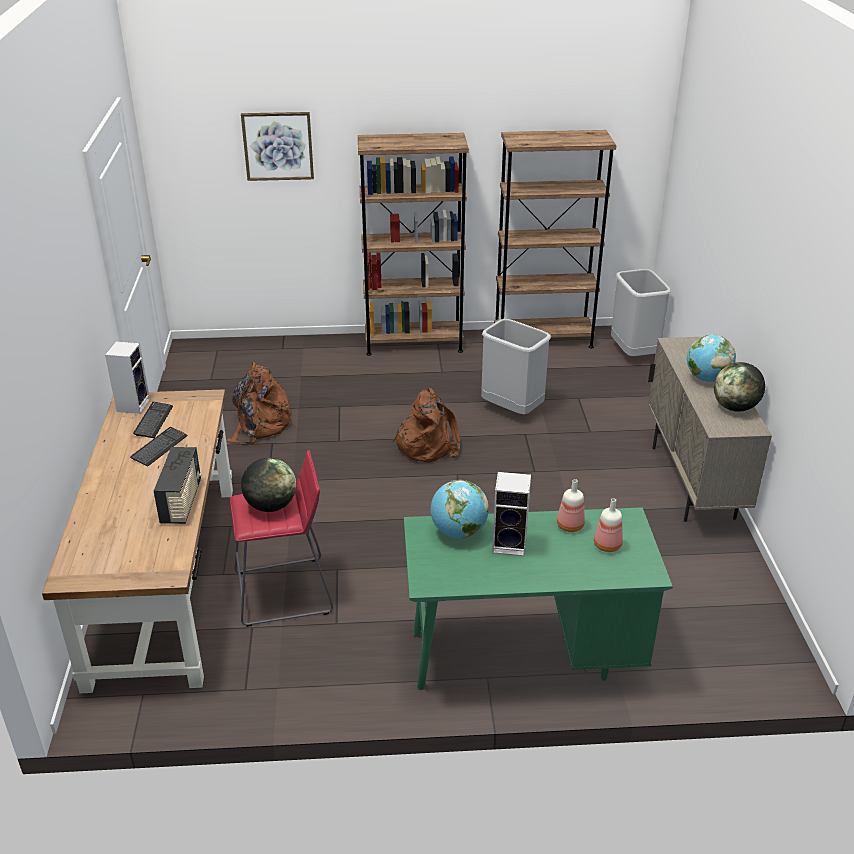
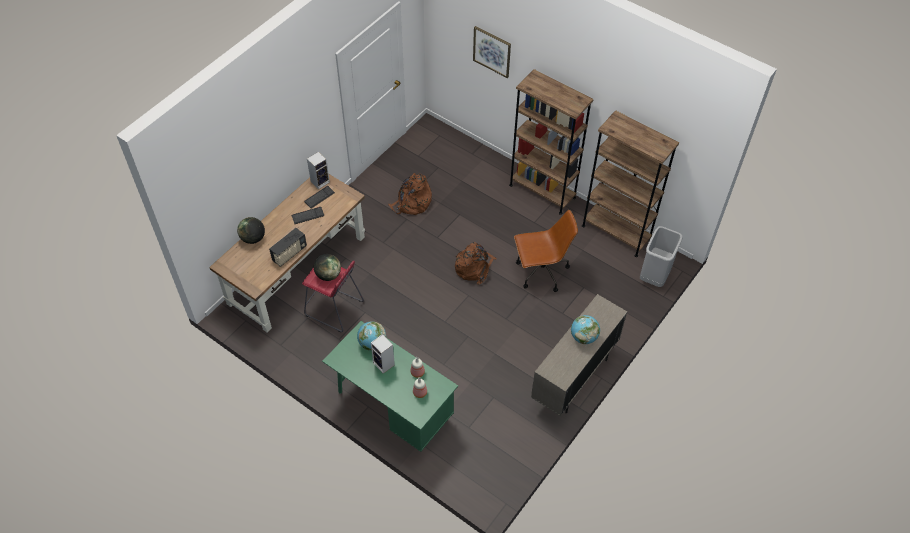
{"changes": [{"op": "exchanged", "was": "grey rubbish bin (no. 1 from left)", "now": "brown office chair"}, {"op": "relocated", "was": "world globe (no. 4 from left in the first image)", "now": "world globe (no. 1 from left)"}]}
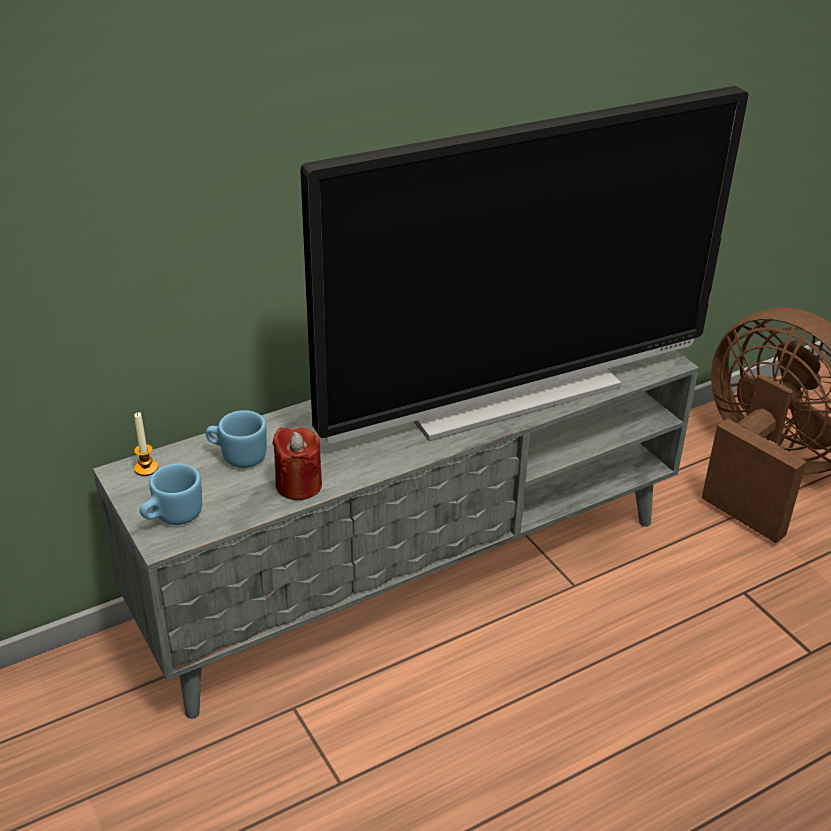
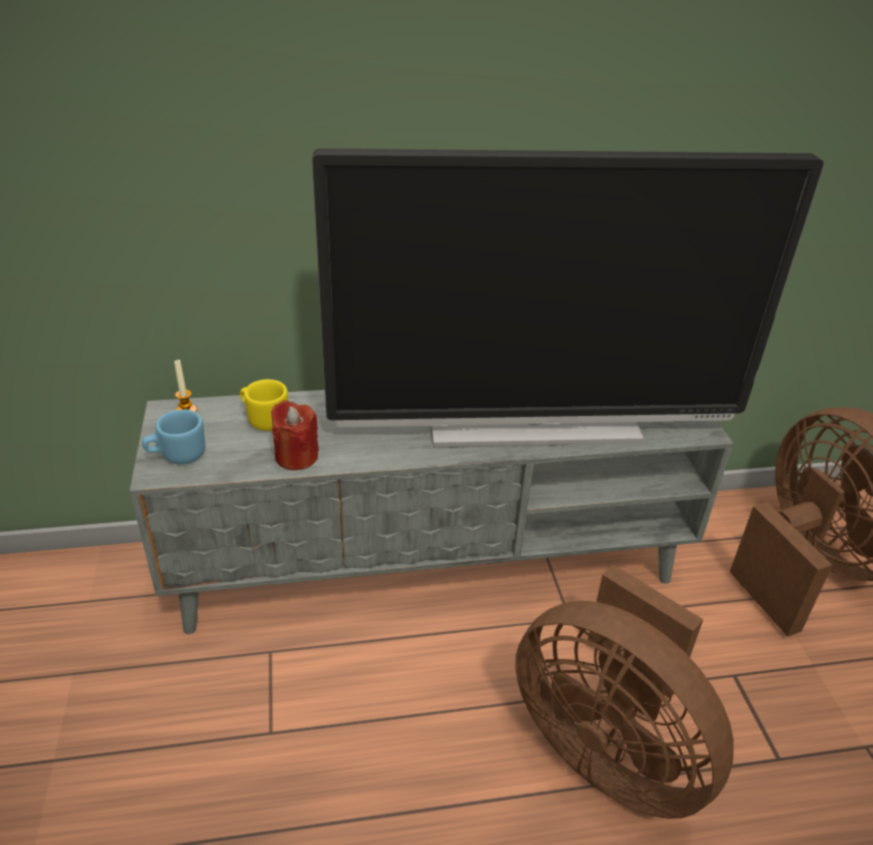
{"changes": [{"op": "colour", "was": "bluish tea mug (no. 2 from left)", "now": "yellowish tea mug"}, {"op": "appeared", "now": "brown fan (no. 1 from left)"}]}
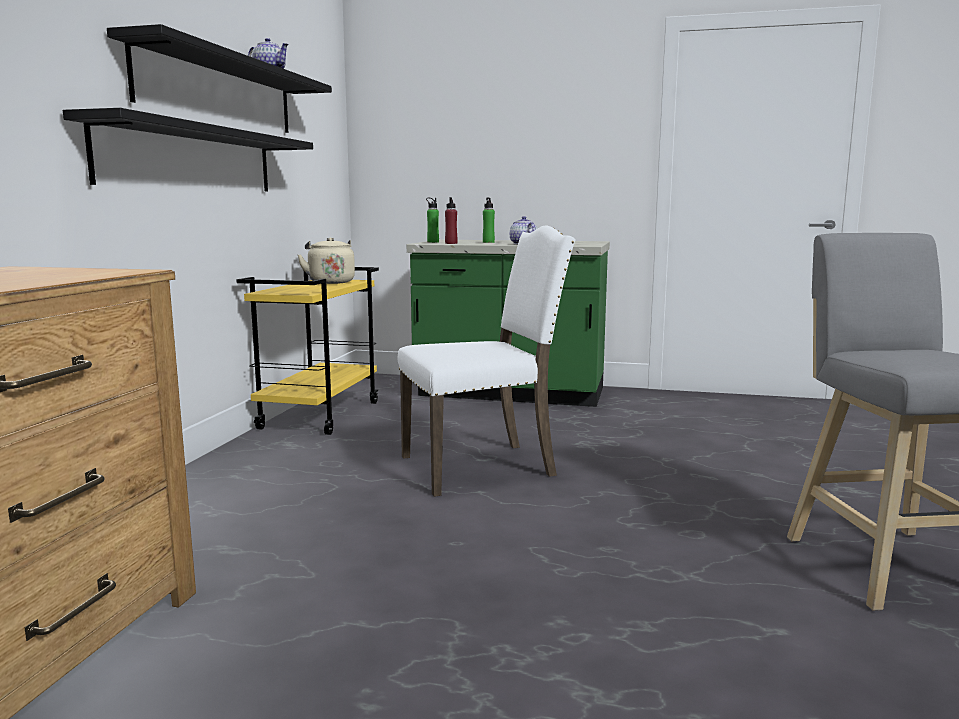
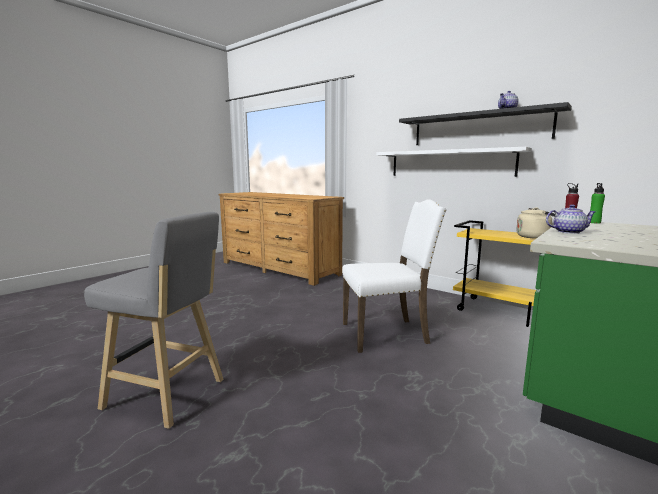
{"changes": [{"op": "colour", "was": "black-coloured bracket shelf (no. 1 from left)", "now": "white bracket shelf"}, {"op": "spun", "was": "white upright chair", "clockwise": -105}, {"op": "missing", "was": "green beverage bottle (no. 2 from left)"}]}
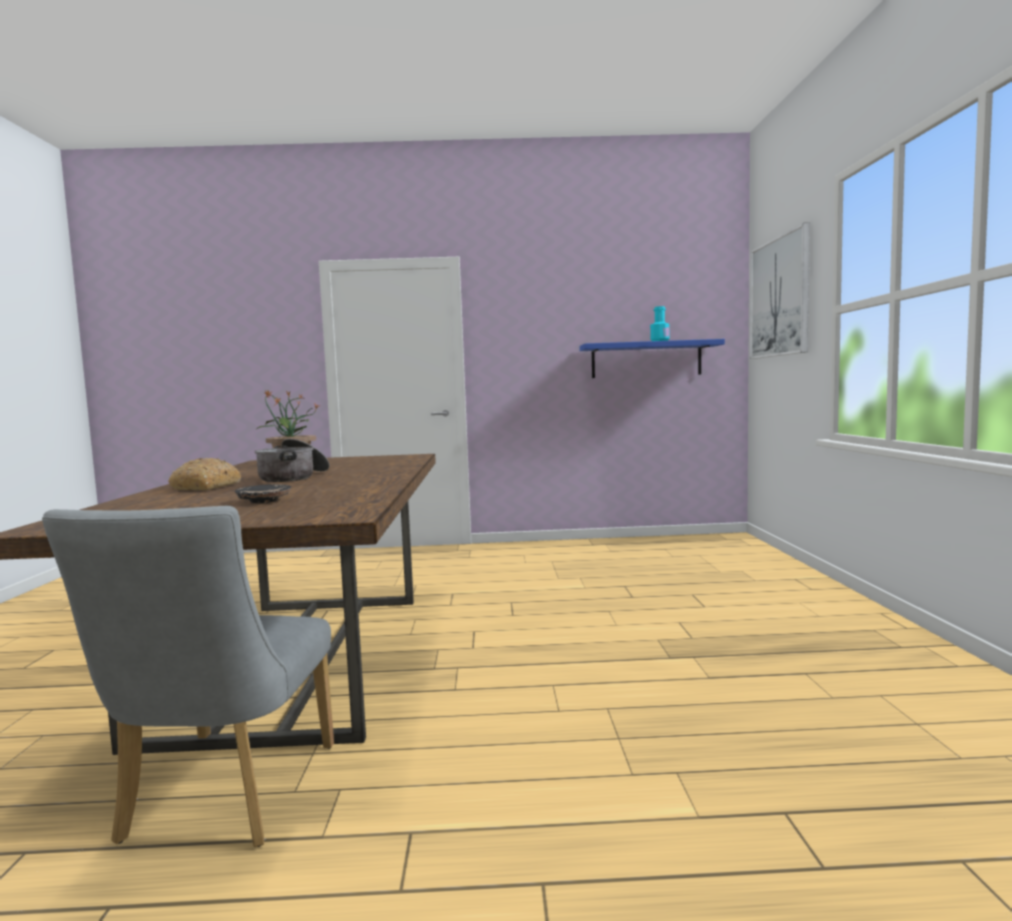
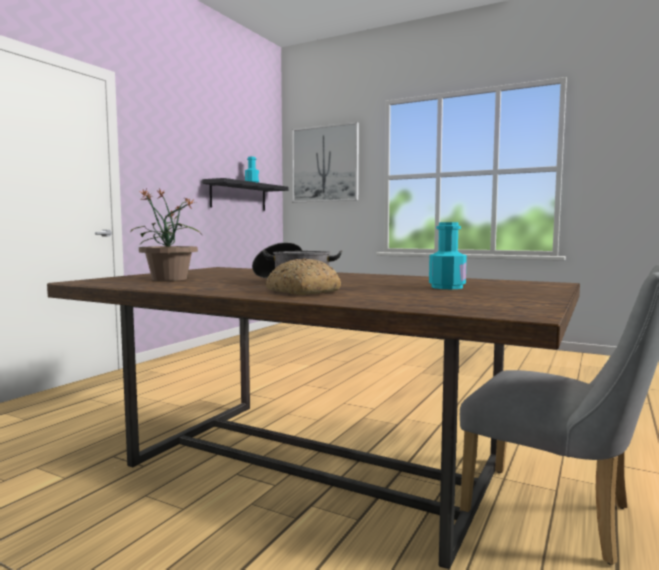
{"changes": [{"op": "exchanged", "was": "black-coloured plate", "now": "turquoise-coloured beverage bottle (no. 2 from left)"}, {"op": "colour", "was": "bluish bracket shelf", "now": "black-coloured bracket shelf"}]}
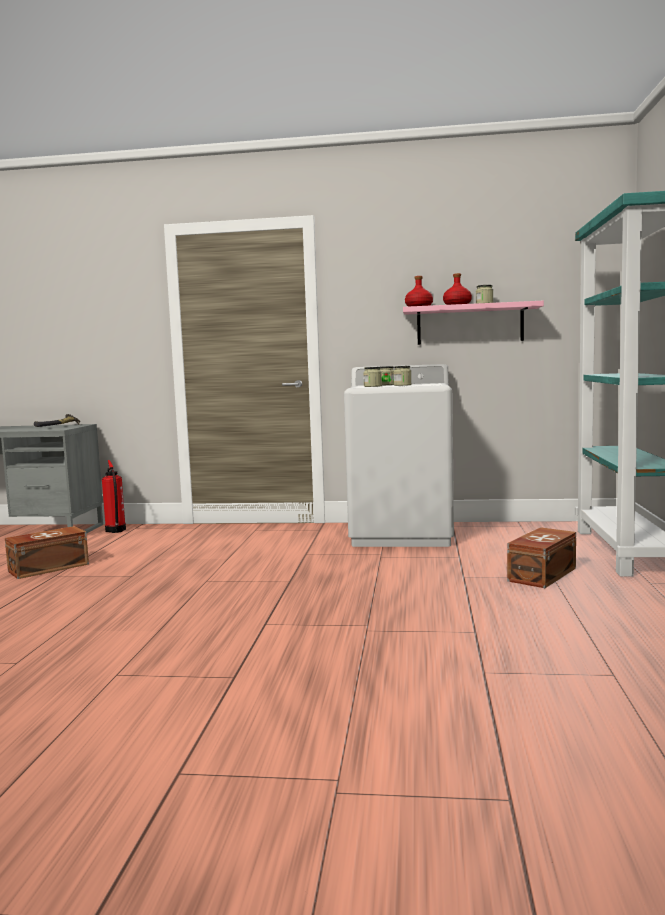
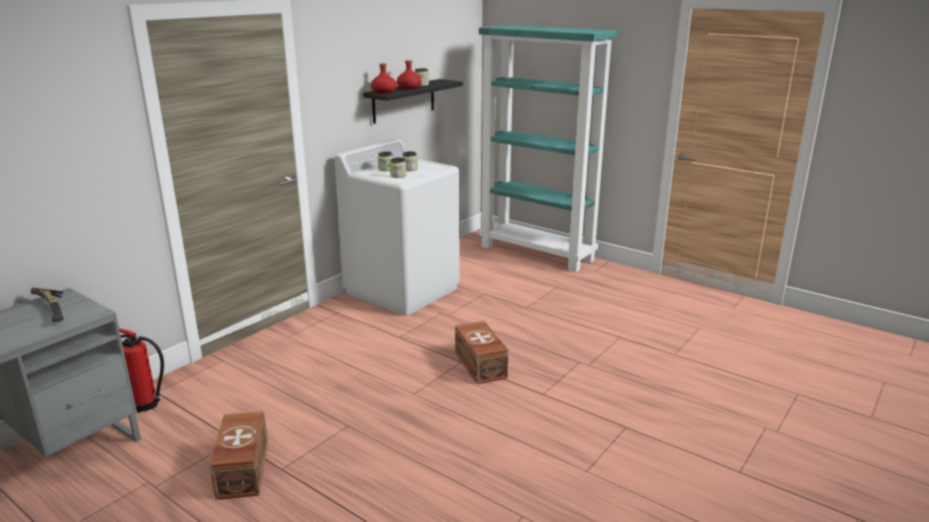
{"changes": [{"op": "colour", "was": "pinkish bracket shelf", "now": "black-coloured bracket shelf"}, {"op": "relocated", "was": "brown storage box (no. 2 from left)"}]}
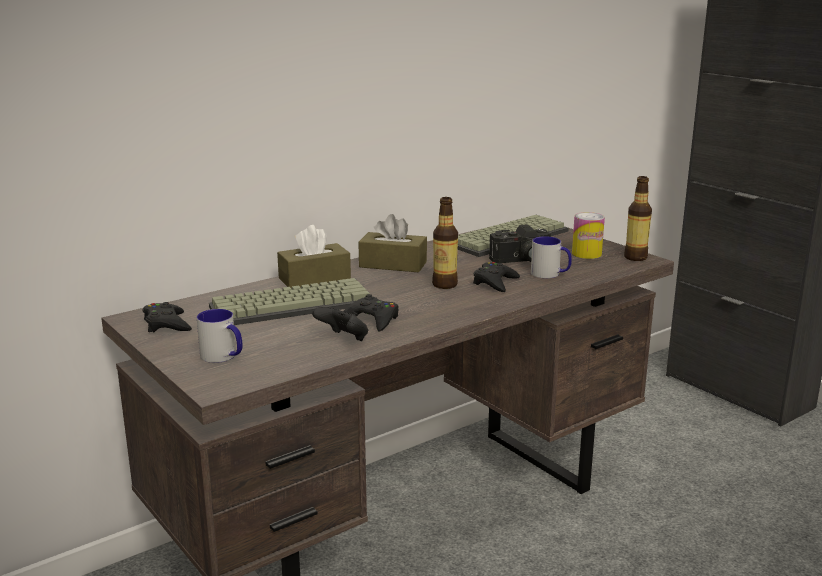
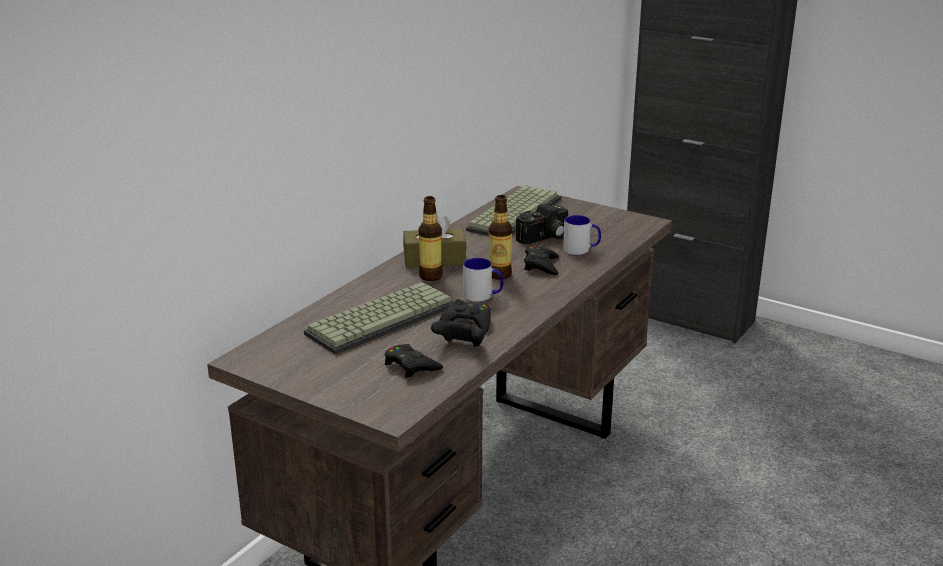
{"changes": [{"op": "relocated", "was": "black-coloured gamepad (no. 1 from left)"}, {"op": "relocated", "was": "tea mug (no. 1 from left)"}, {"op": "missing", "was": "brown tissue box (no. 1 from left)"}, {"op": "missing", "was": "can"}, {"op": "relocated", "was": "beverage bottle (no. 2 from left in the first image)", "now": "beverage bottle (no. 1 from left)"}]}
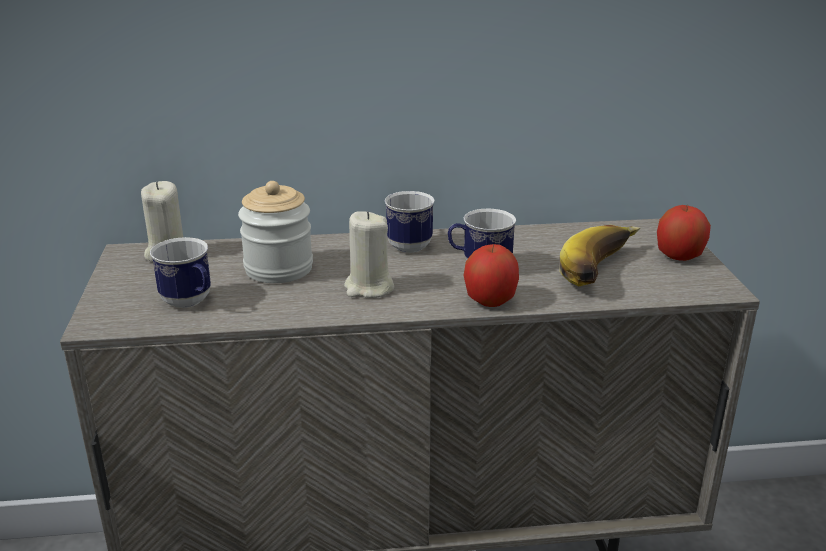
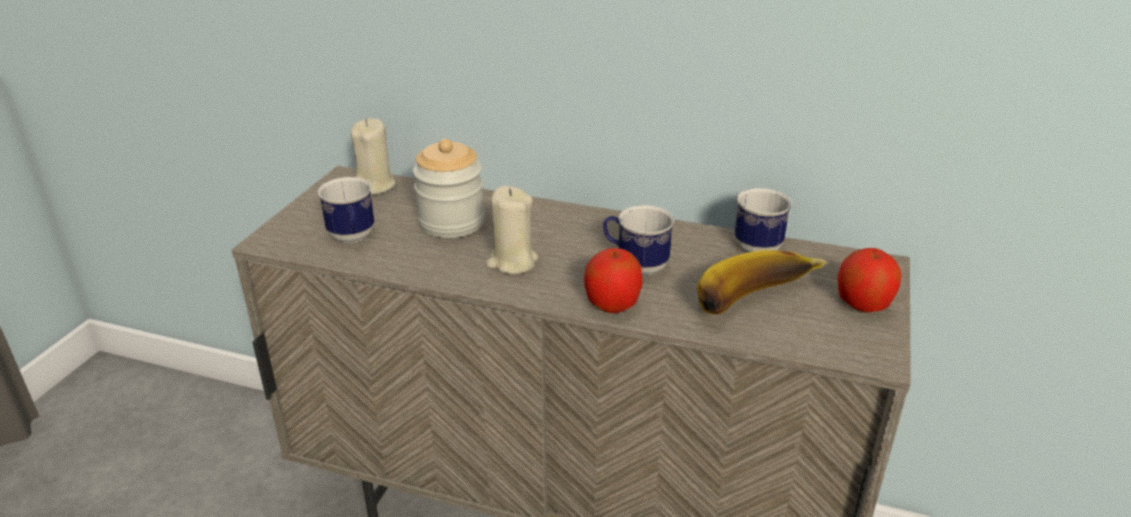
{"changes": [{"op": "relocated", "was": "tea mug (no. 2 from left in the first image)", "now": "tea mug (no. 3 from left)"}]}
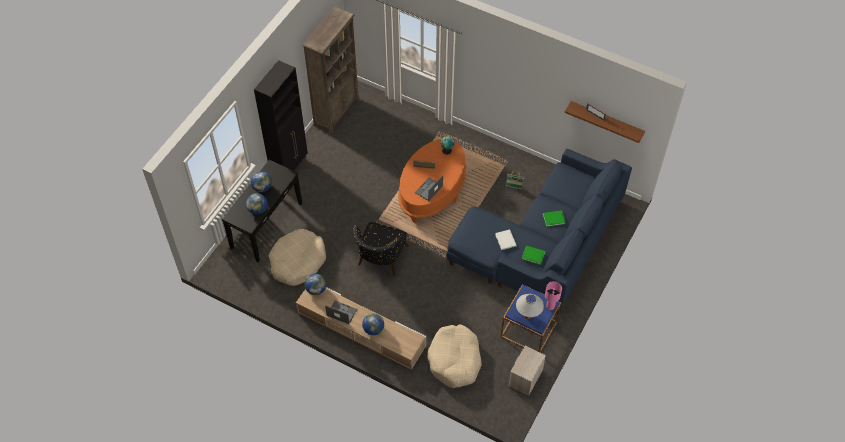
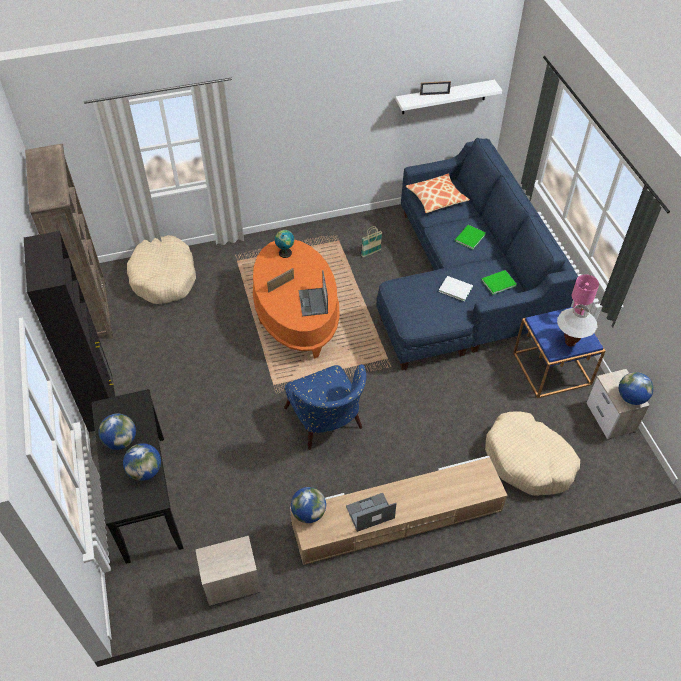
{"changes": [{"op": "relocated", "was": "beige-coloured dog bed (no. 1 from left)"}, {"op": "colour", "was": "black-coloured armchair", "now": "bluish armchair"}, {"op": "relocated", "was": "world globe (no. 4 from left in the first image)", "now": "world globe (no. 5 from left)"}, {"op": "colour", "was": "brown bracket shelf", "now": "white bracket shelf"}, {"op": "appeared", "now": "night table (no. 1 from left)"}, {"op": "appeared", "now": "cushion"}]}
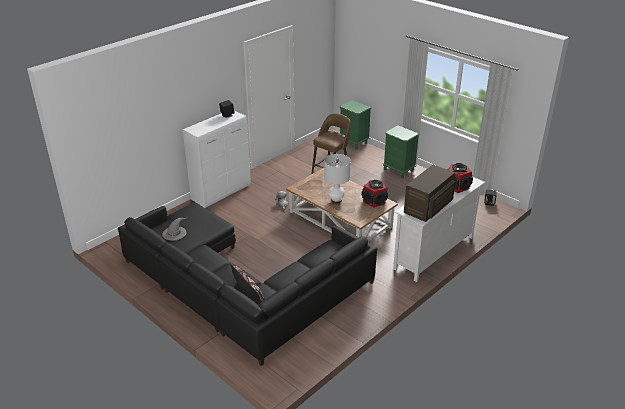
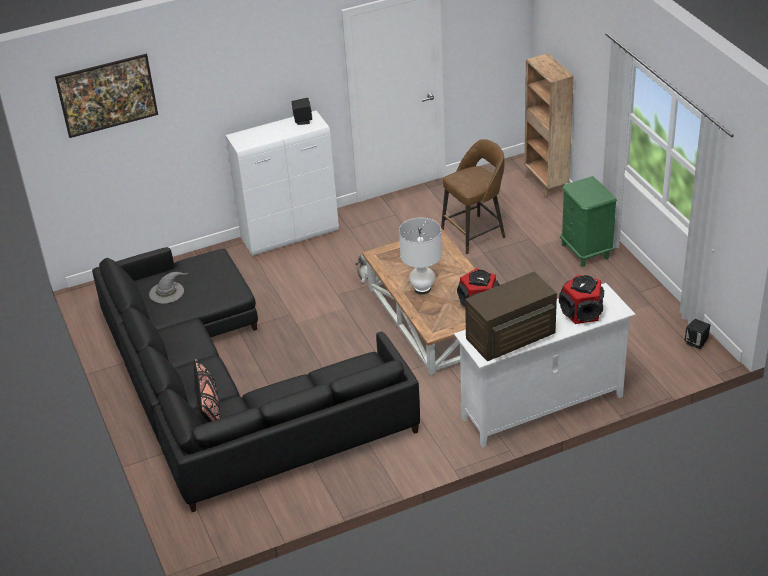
{"changes": [{"op": "exchanged", "was": "green night table (no. 1 from left)", "now": "brown bookshelf"}, {"op": "appeared", "now": "wall picture"}]}
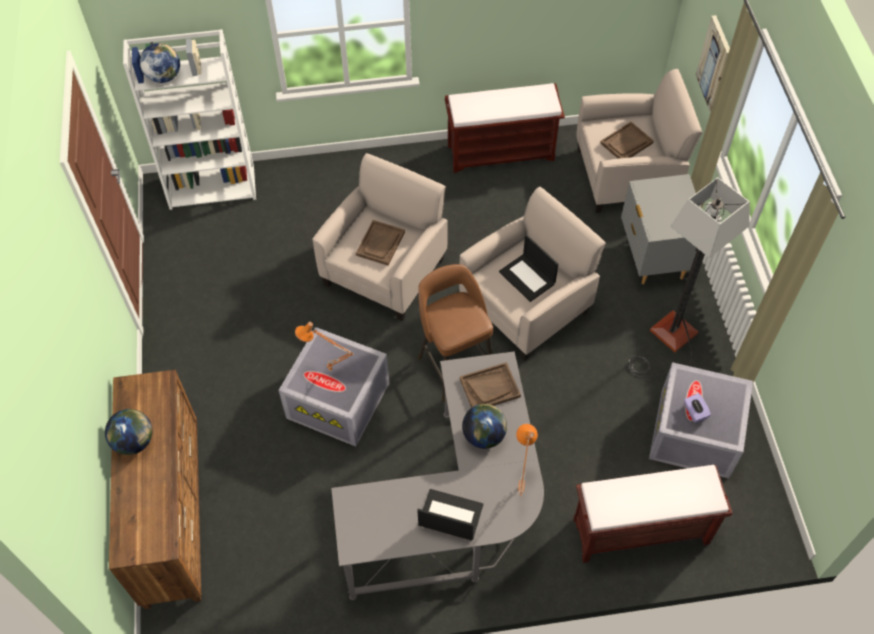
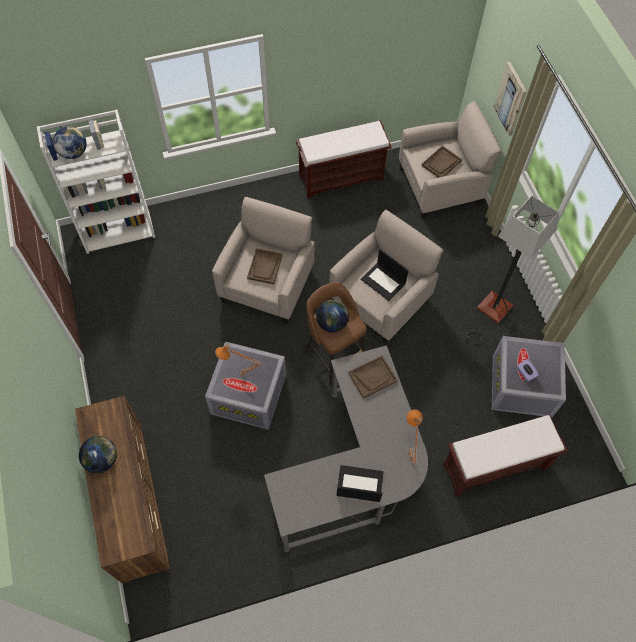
{"changes": [{"op": "relocated", "was": "world globe (no. 3 from left)"}, {"op": "missing", "was": "grey night table"}]}
